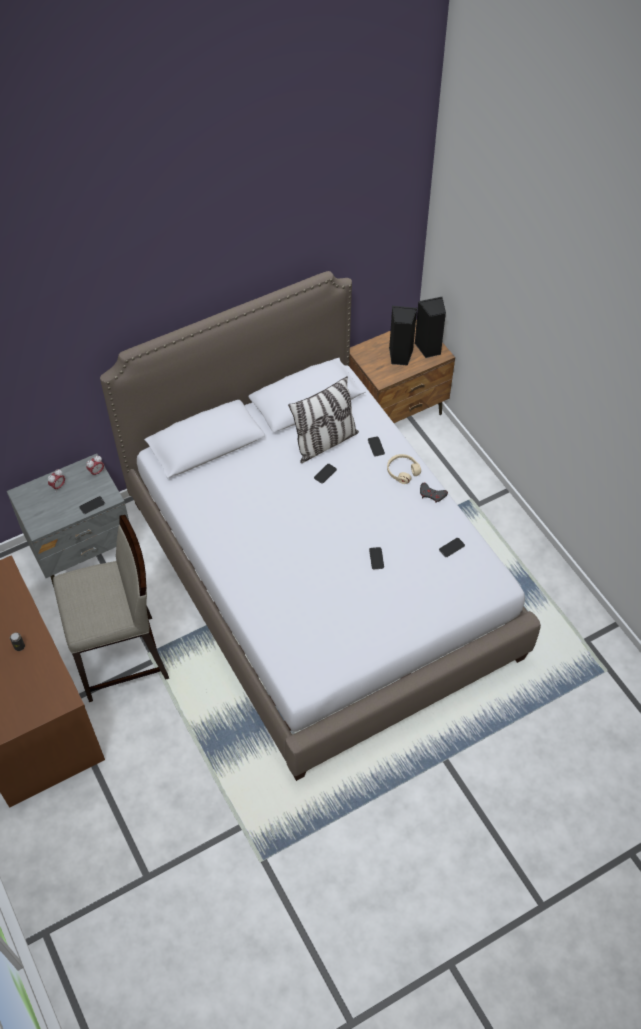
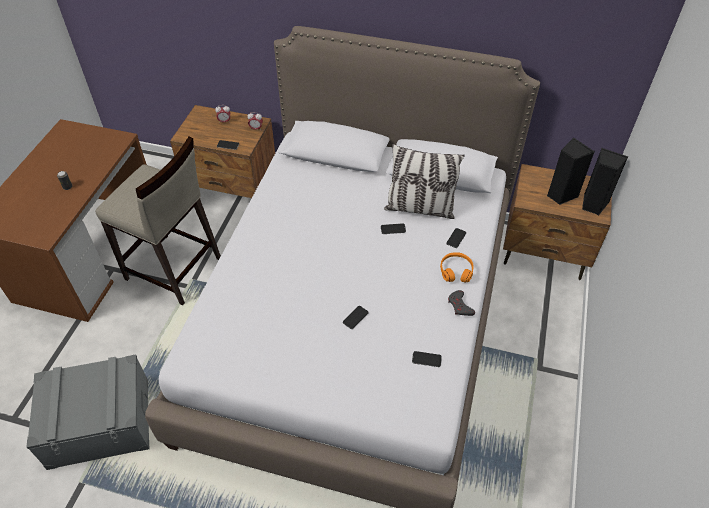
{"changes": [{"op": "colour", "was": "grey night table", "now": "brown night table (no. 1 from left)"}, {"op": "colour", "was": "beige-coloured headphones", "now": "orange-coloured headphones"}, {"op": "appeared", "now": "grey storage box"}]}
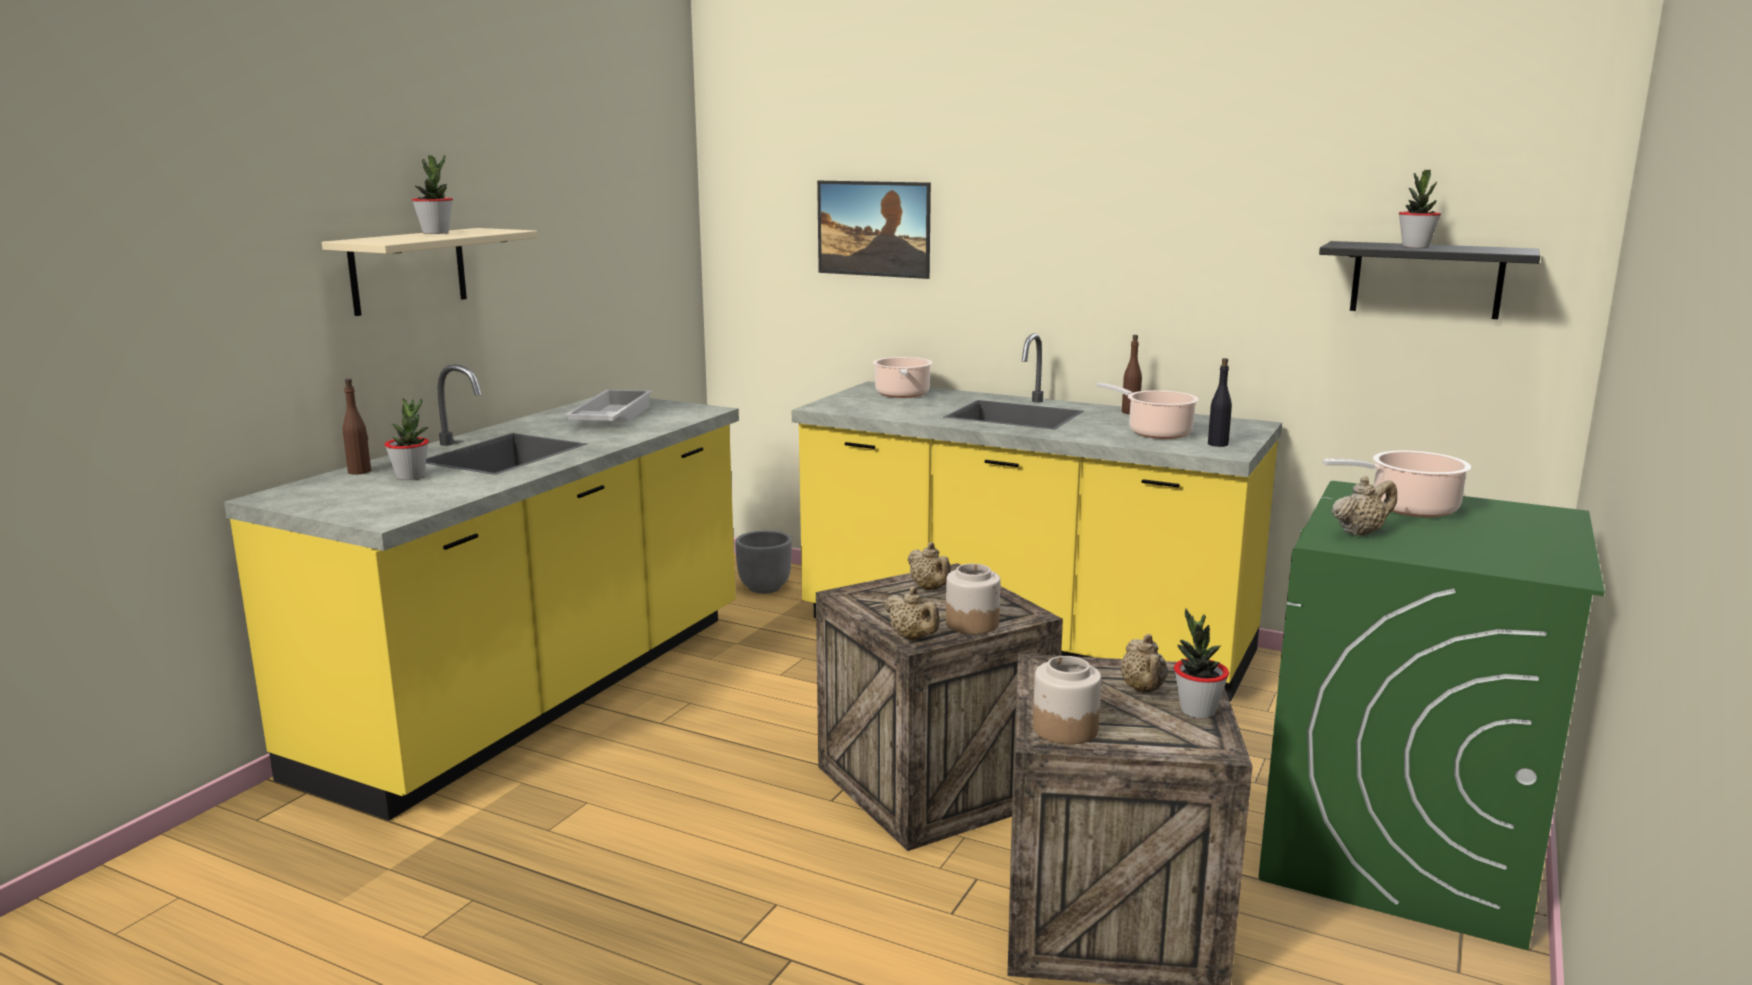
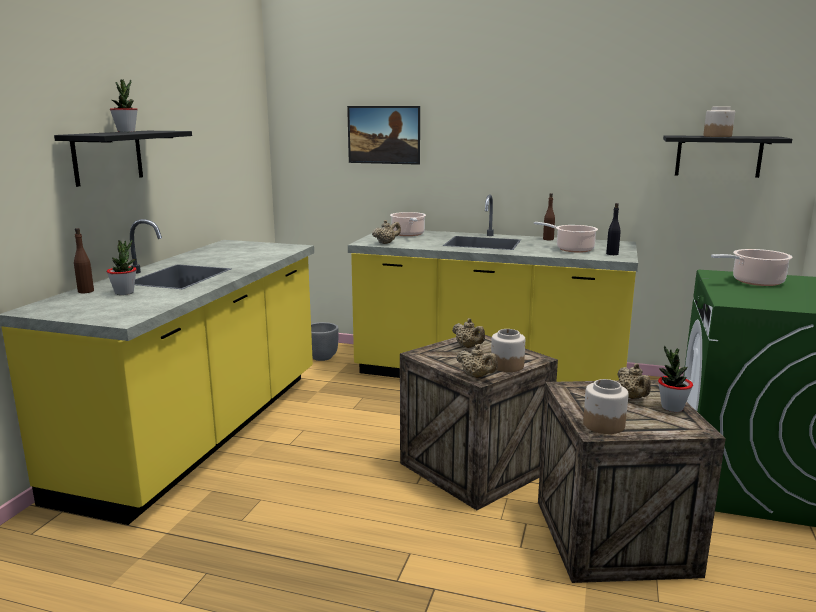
{"changes": [{"op": "colour", "was": "beige-coloured bracket shelf", "now": "black-coloured bracket shelf (no. 1 from left)"}, {"op": "missing", "was": "white serving tray"}, {"op": "relocated", "was": "beige-coloured tea pot (no. 4 from left in the first image)", "now": "beige-coloured tea pot (no. 1 from left)"}, {"op": "exchanged", "was": "houseplant (no. 4 from left)", "now": "preserve jar (no. 3 from left)"}]}
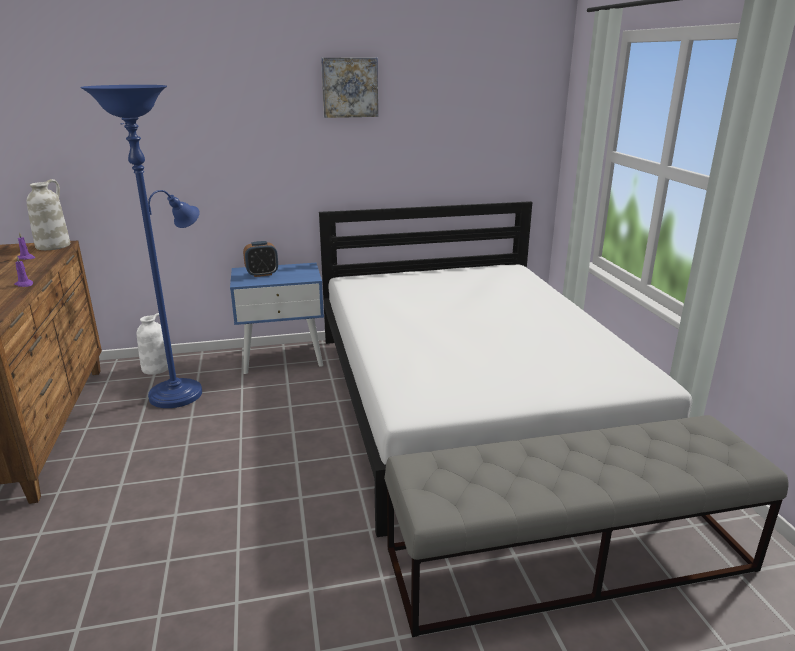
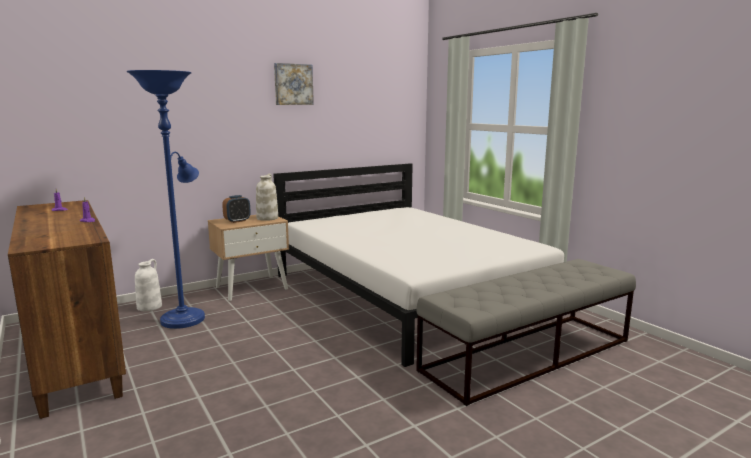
{"changes": [{"op": "relocated", "was": "white decorative vase (no. 1 from left in the first image)", "now": "white decorative vase (no. 2 from left)"}, {"op": "colour", "was": "bluish night table", "now": "beige-coloured night table"}]}
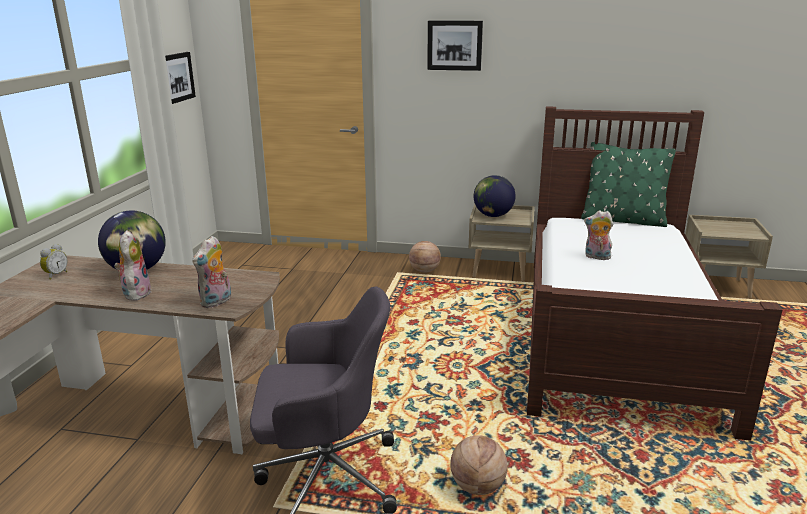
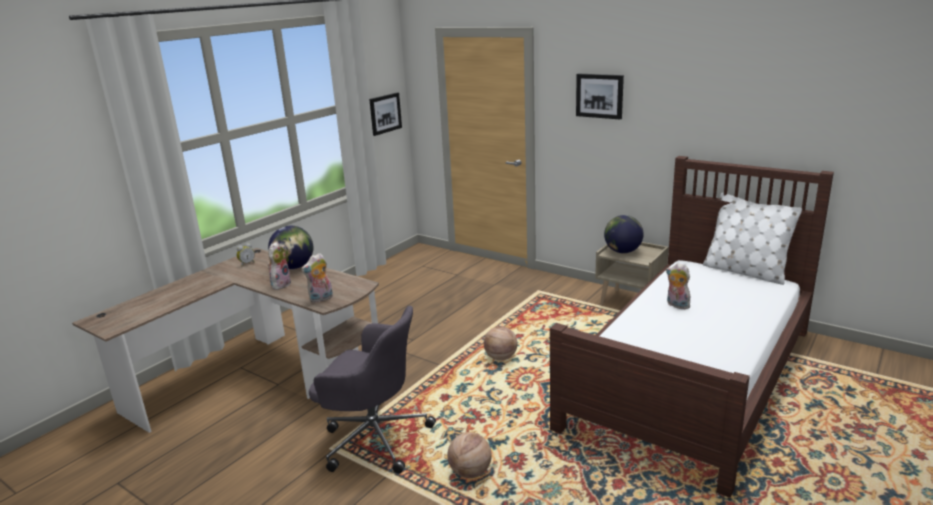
{"changes": [{"op": "relocated", "was": "basketball ball (no. 1 from left in the first image)", "now": "basketball ball (no. 2 from left)"}, {"op": "colour", "was": "green cushion", "now": "white cushion"}, {"op": "missing", "was": "beige-coloured night table (no. 2 from left)"}]}
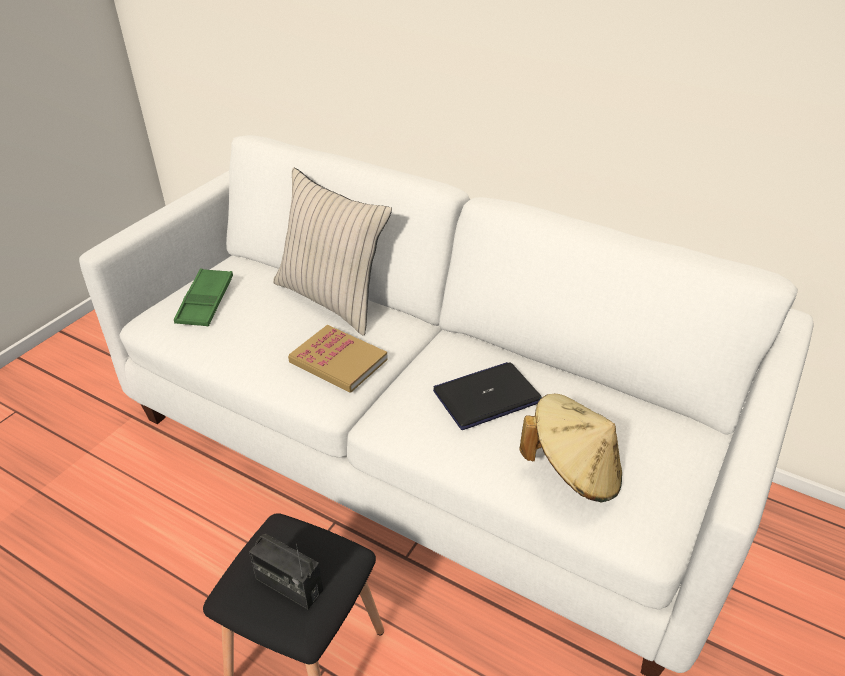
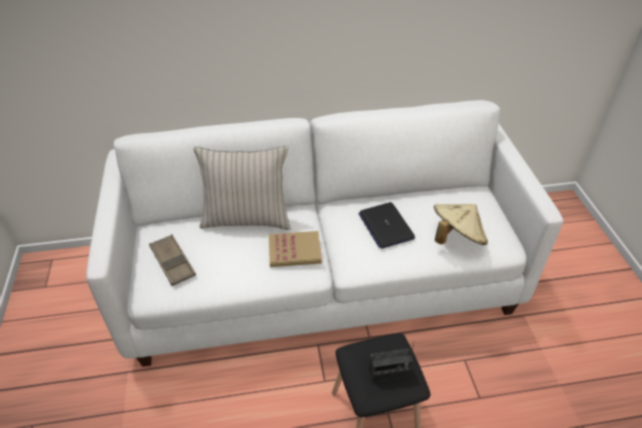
{"changes": [{"op": "colour", "was": "green serving tray", "now": "brown serving tray"}, {"op": "spun", "was": "notebook computer", "clockwise": -45}]}
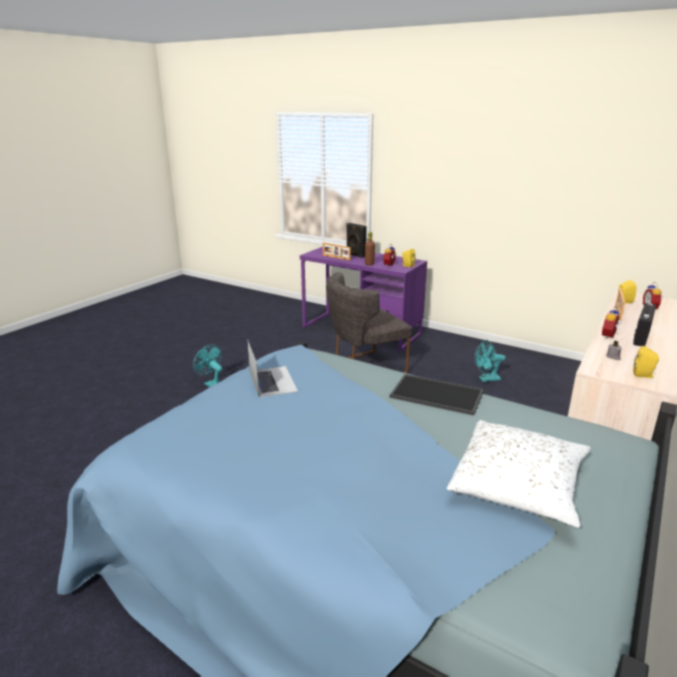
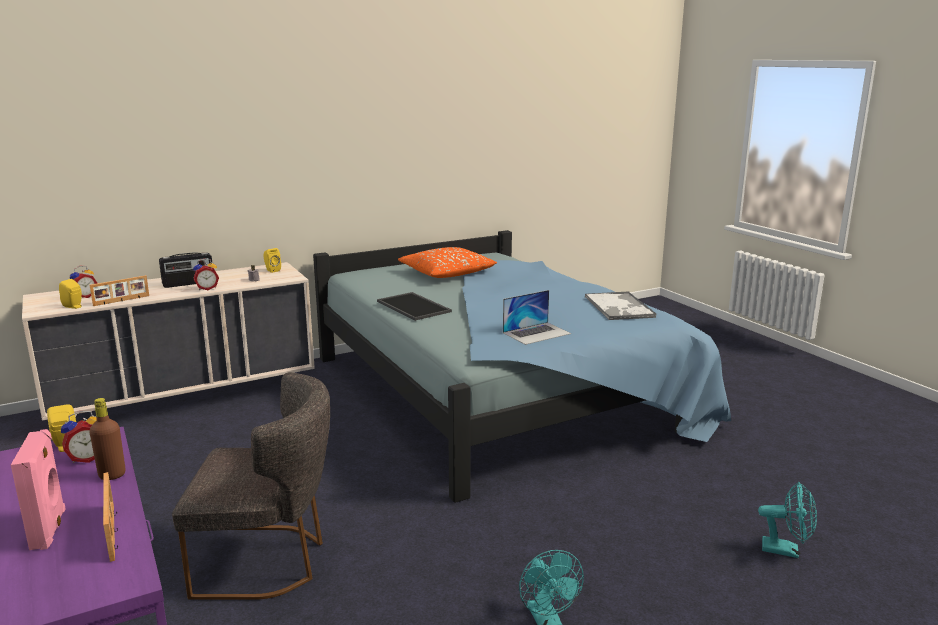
{"changes": [{"op": "spun", "was": "notebook computer", "clockwise": -135}, {"op": "colour", "was": "black-coloured speaker", "now": "pinkish speaker"}, {"op": "colour", "was": "white cushion", "now": "orange-coloured cushion"}, {"op": "relocated", "was": "turquoise-coloured fan (no. 2 from left)"}, {"op": "appeared", "now": "serving tray (no. 2 from left)"}]}
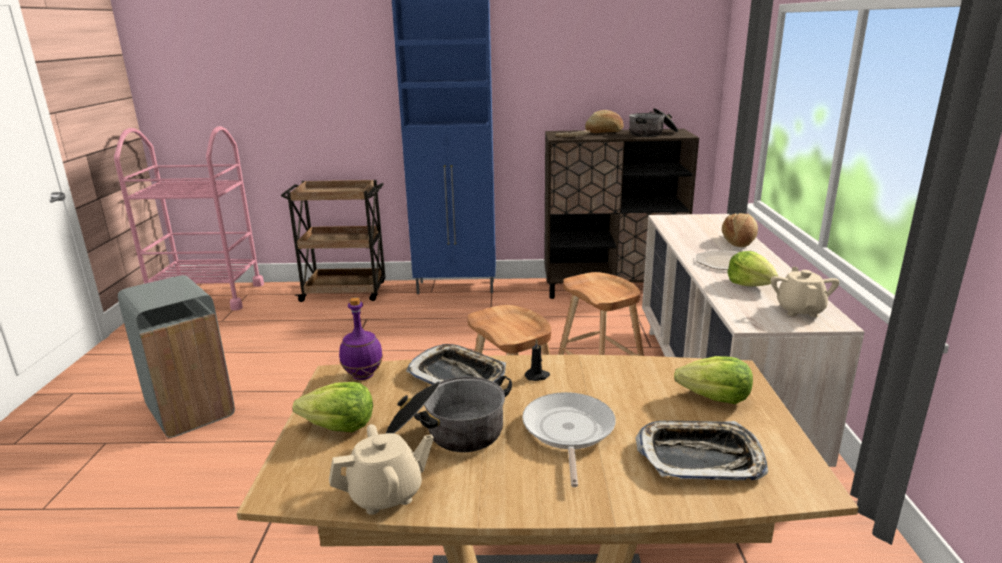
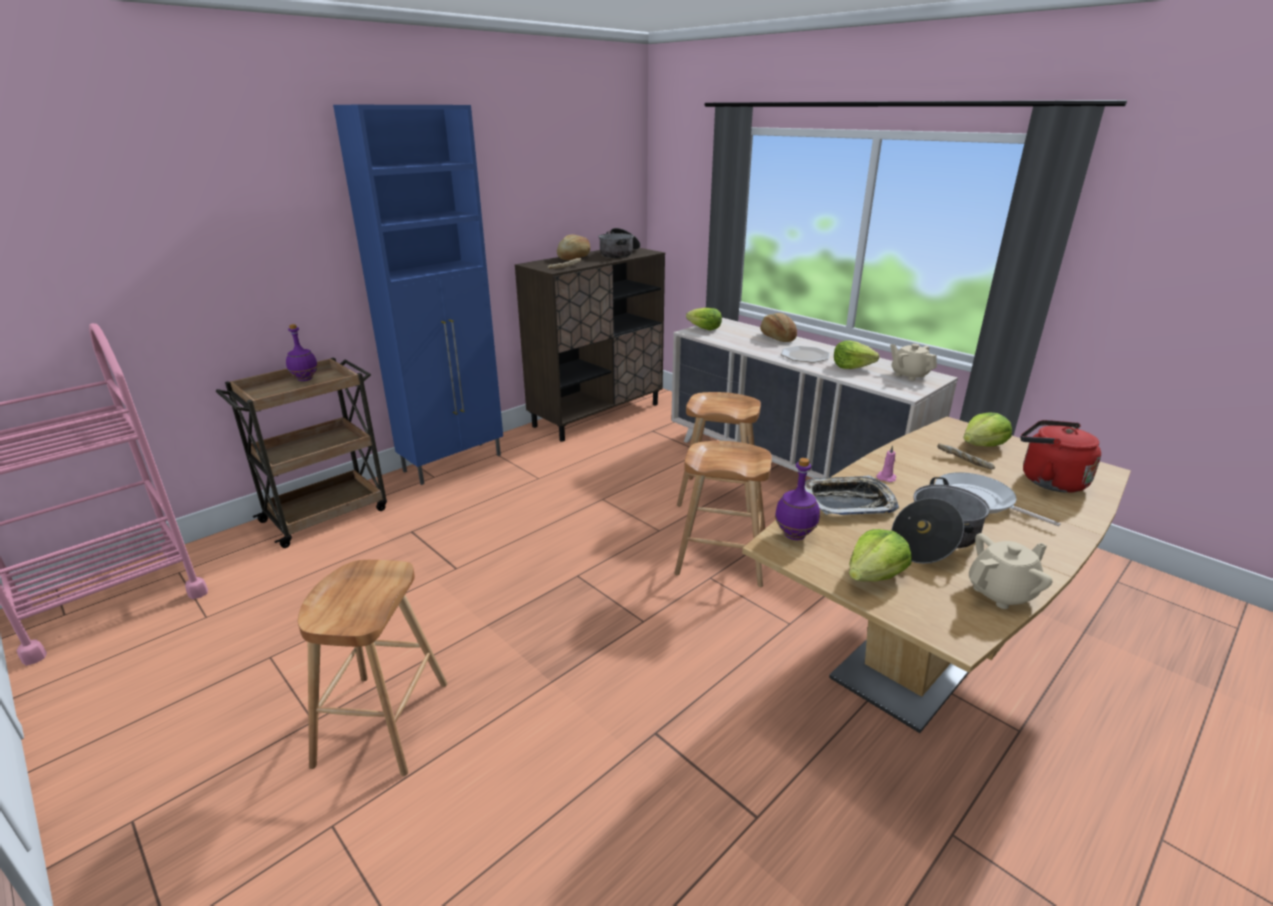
{"changes": [{"op": "exchanged", "was": "grey rubbish bin", "now": "brown stool seat (no. 1 from left)"}, {"op": "spun", "was": "beige-coloured tea pot (no. 1 from left in the first image)", "clockwise": 45}, {"op": "colour", "was": "black-coloured wax light", "now": "pinkish wax light"}, {"op": "exchanged", "was": "serving tray (no. 2 from left)", "now": "red water kettle"}, {"op": "appeared", "now": "purple beverage bottle (no. 1 from left)"}, {"op": "appeared", "now": "lettuce (no. 1 from left)"}, {"op": "appeared", "now": "bread (no. 4 from left)"}]}
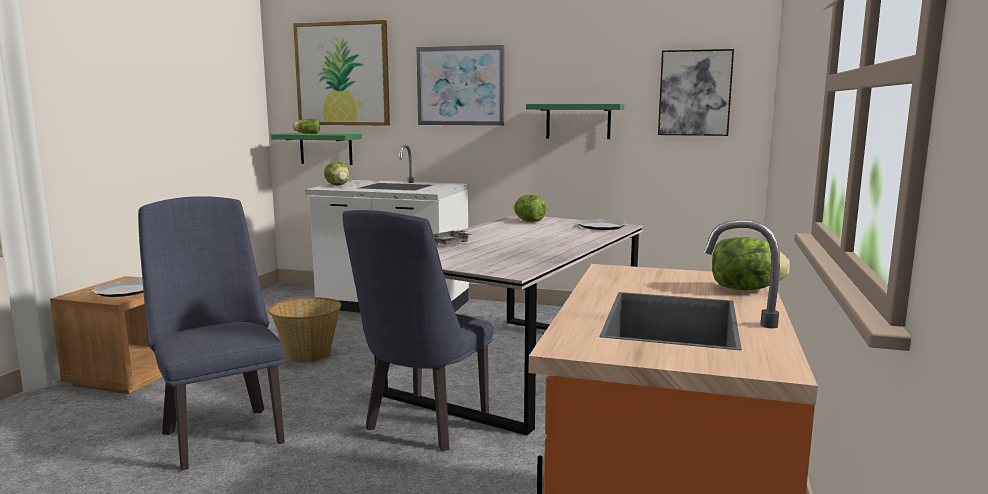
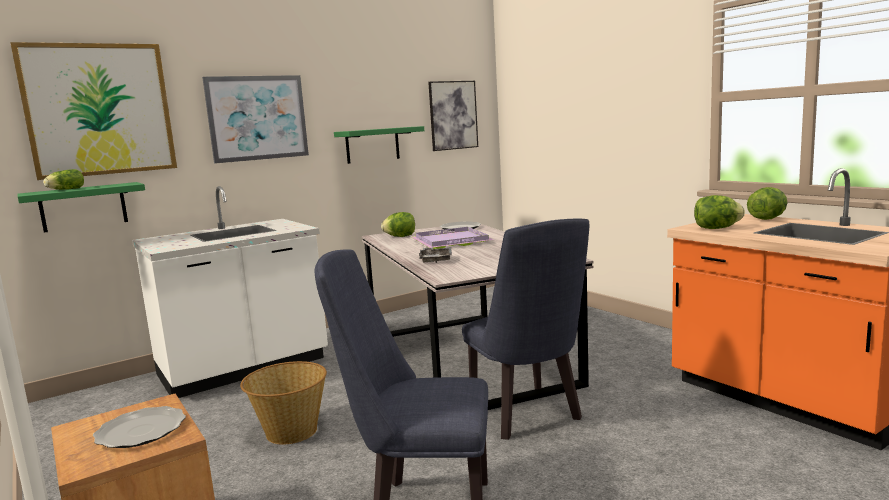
{"changes": [{"op": "relocated", "was": "lettuce (no. 2 from left in the first image)", "now": "lettuce (no. 3 from left)"}, {"op": "appeared", "now": "purple serving tray"}]}
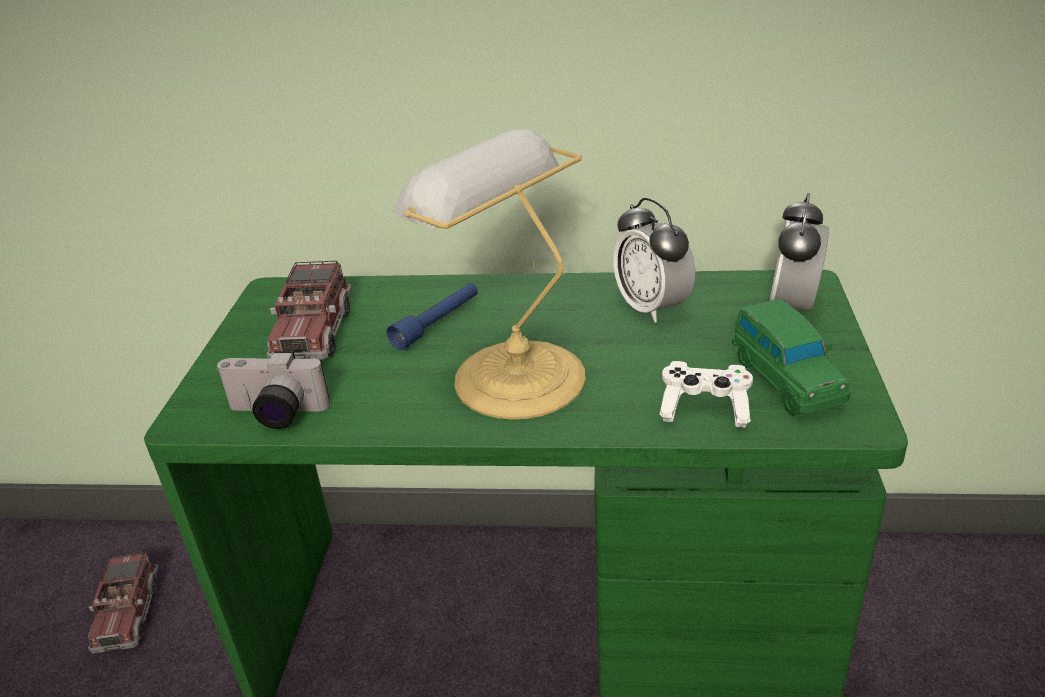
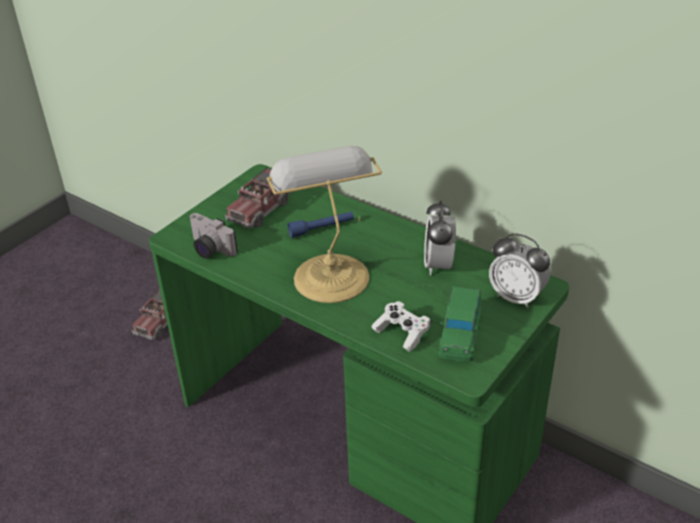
{"changes": [{"op": "spun", "was": "bedside clock (no. 2 from left)", "clockwise": -105}]}
